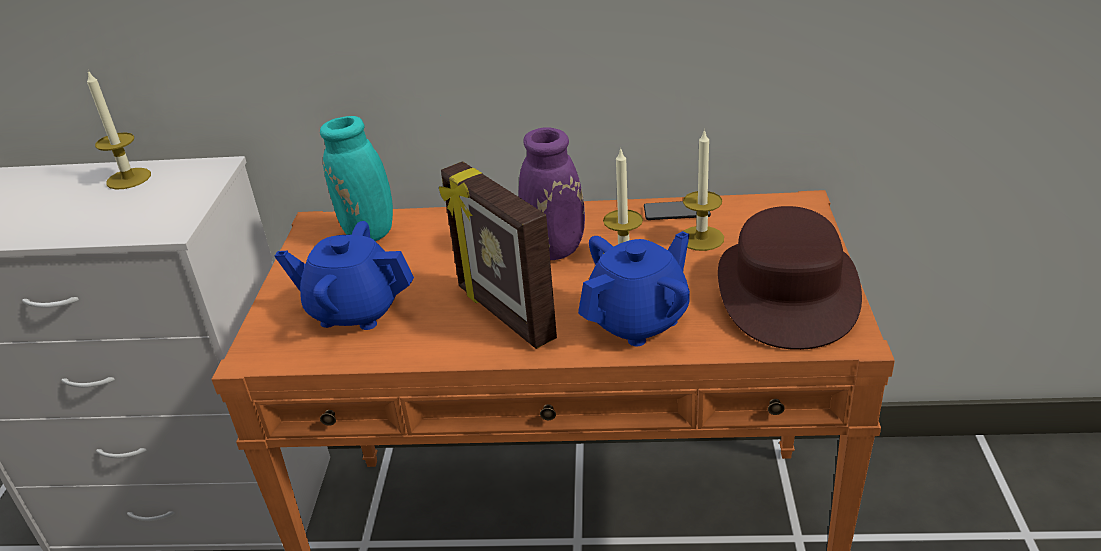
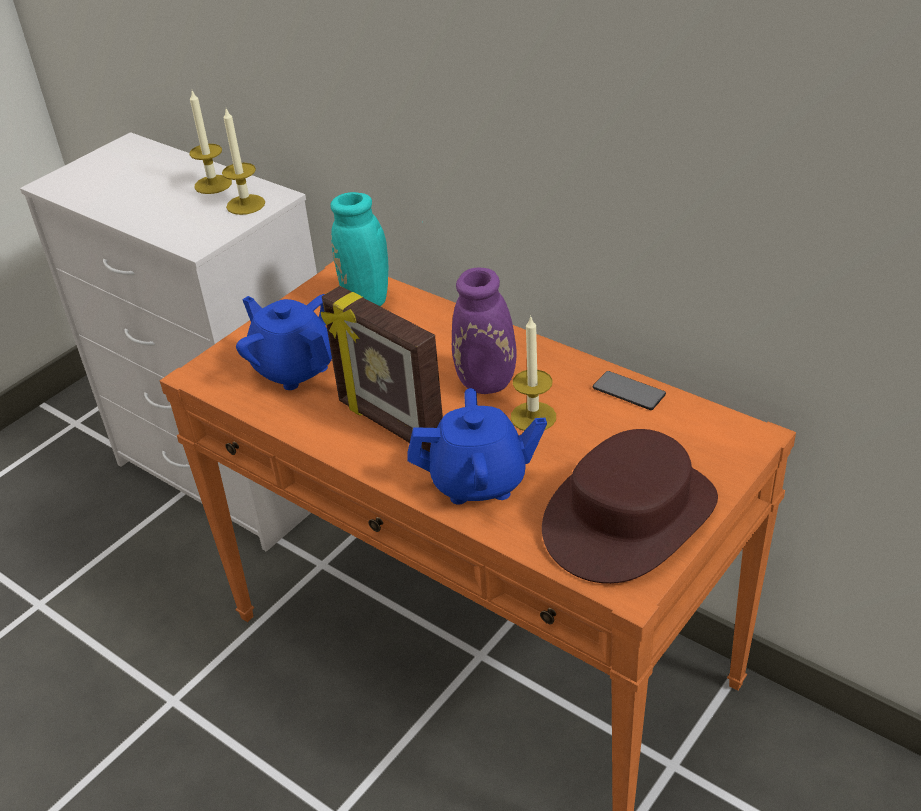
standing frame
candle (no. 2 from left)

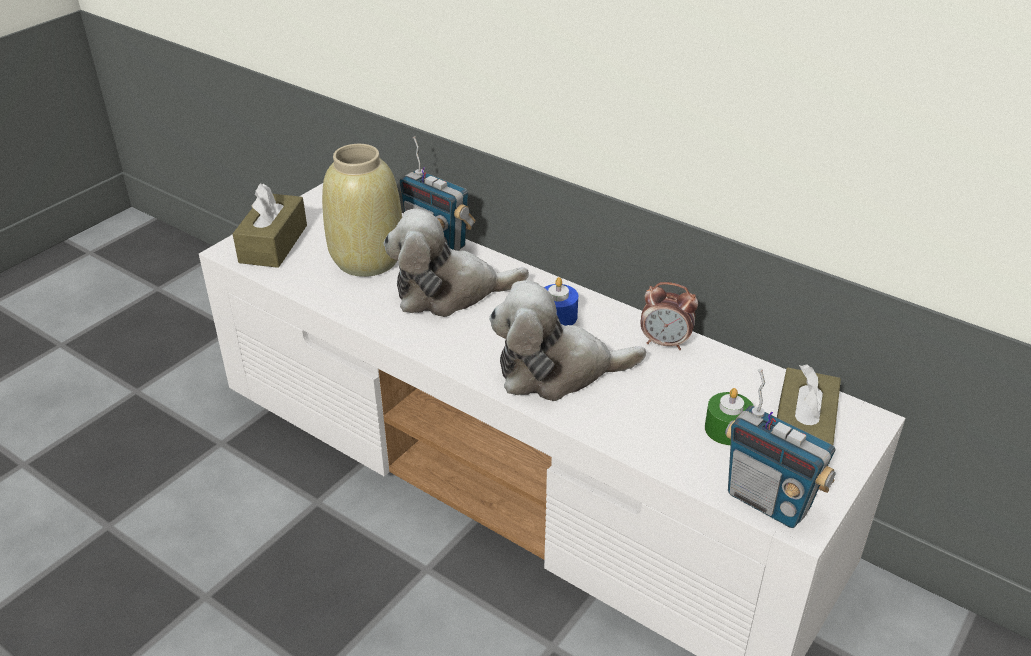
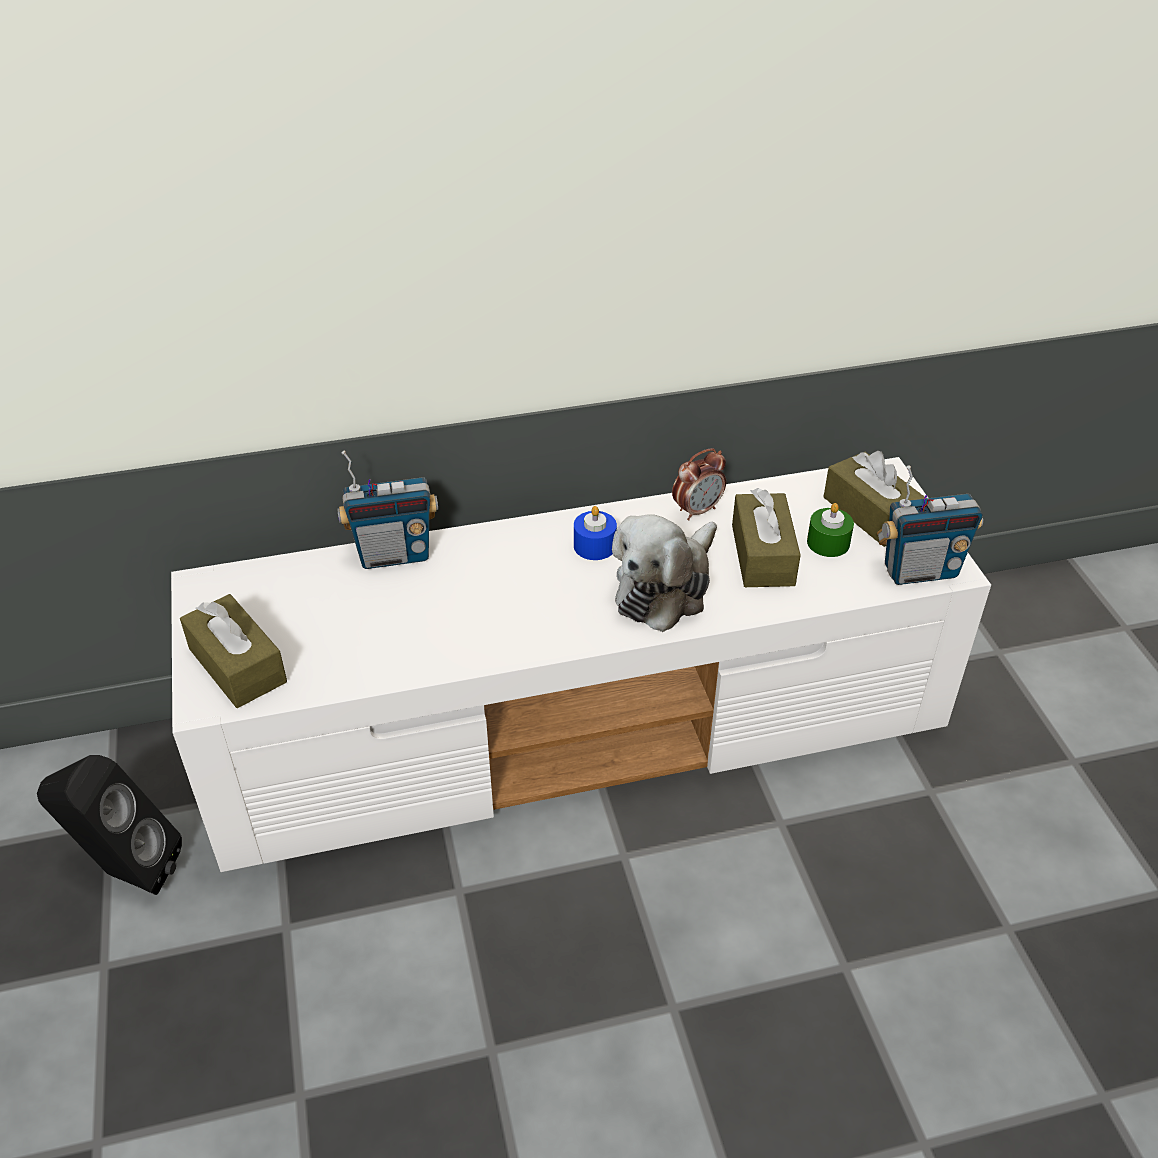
sand-coloured decorative vase
cuddly toy (no. 1 from left in the first image)
blackish speaker
brown box of tissues (no. 2 from left)

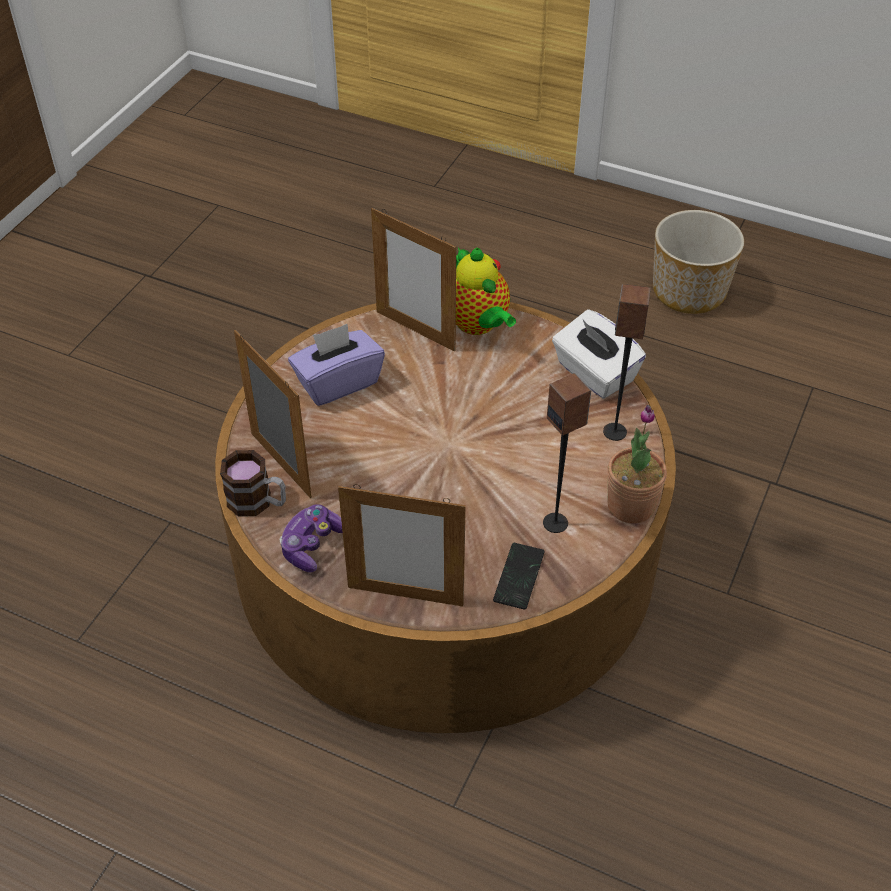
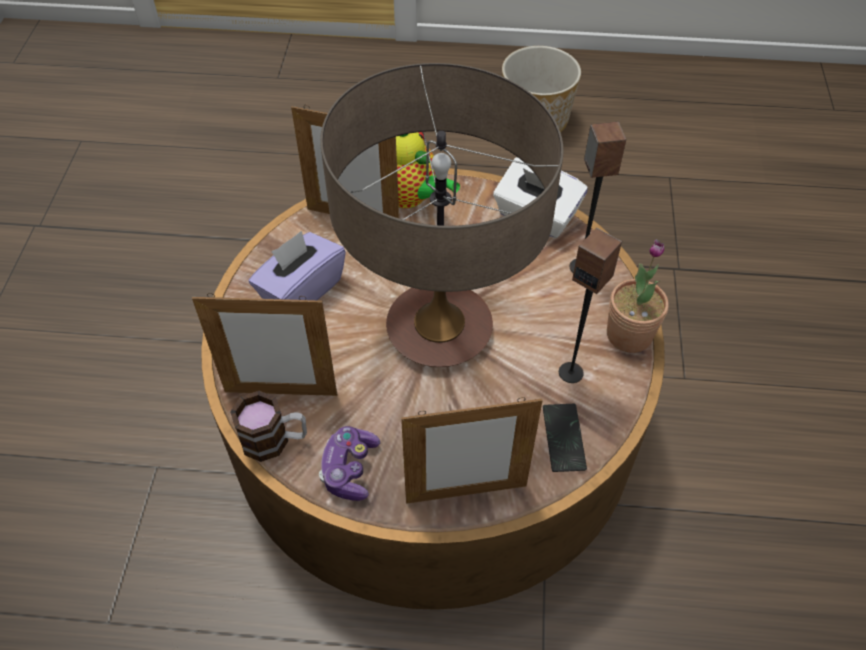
standing frame (no. 1 from left)
tabletop lamp

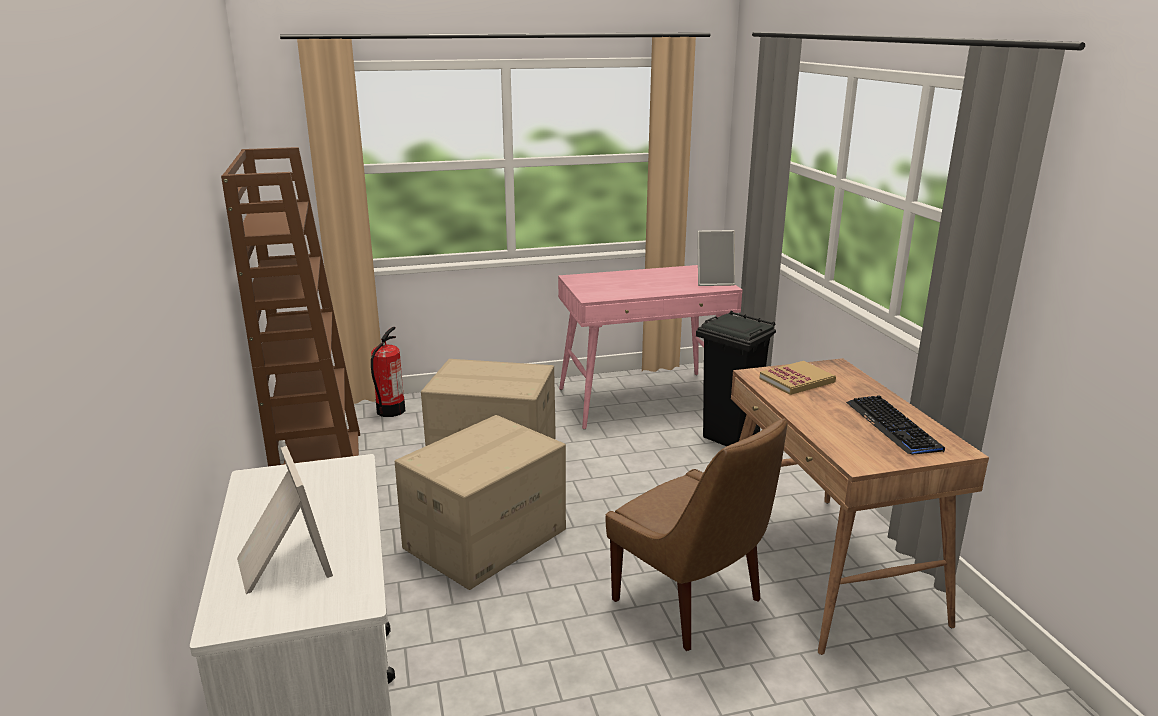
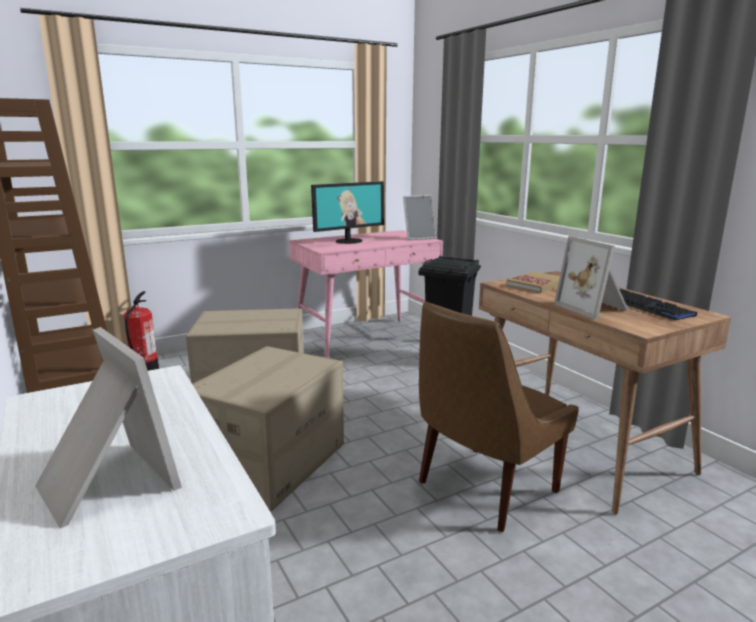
brown upright chair
computer screen
standing frame (no. 3 from left)

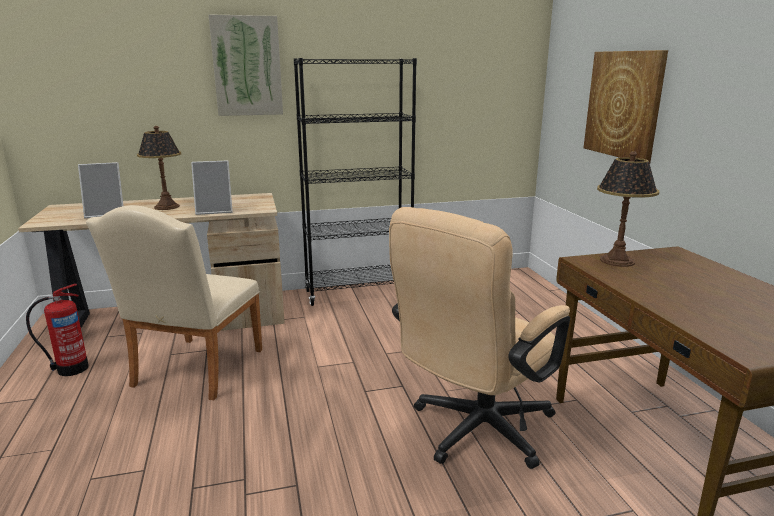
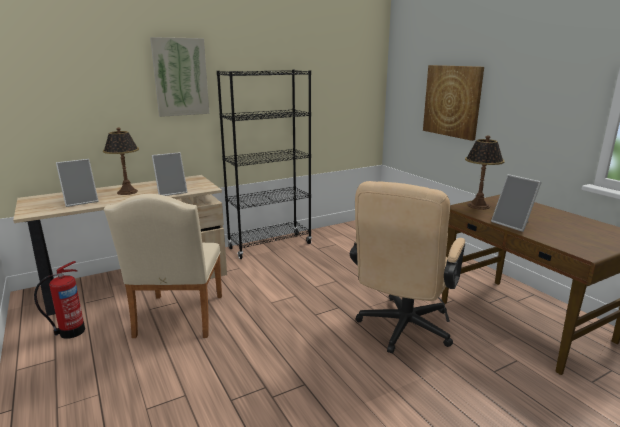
standing frame (no. 3 from left)

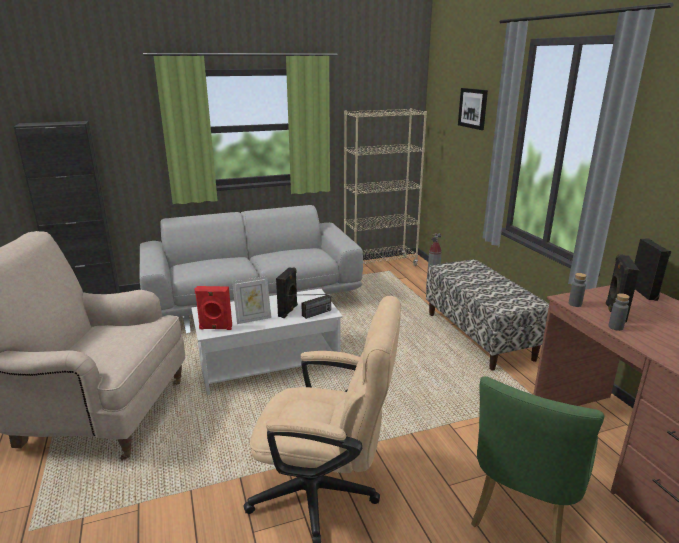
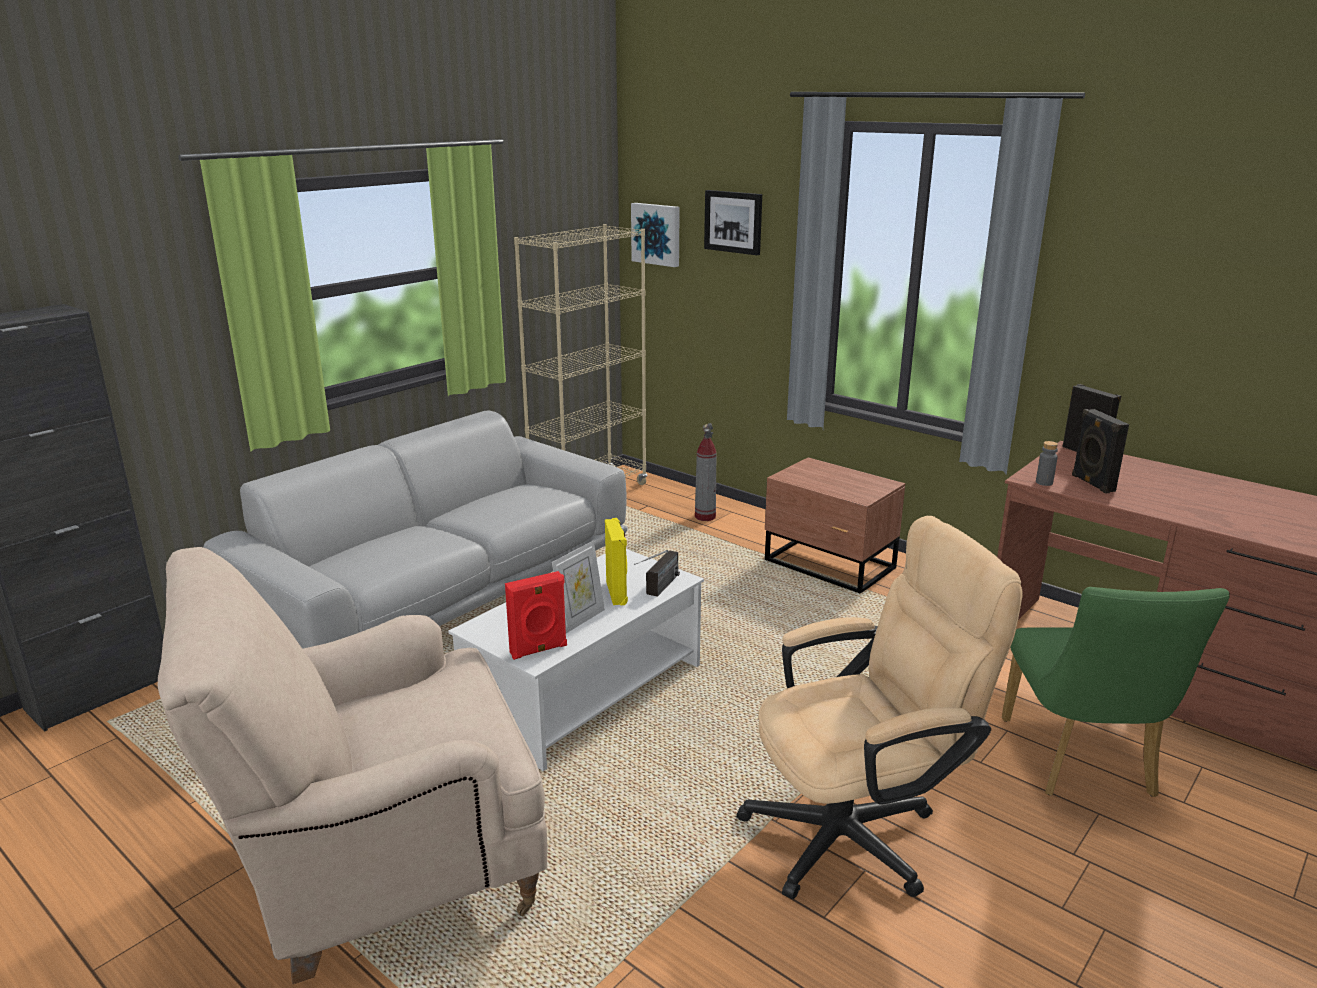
yellow-coloured speaker
brown night table
greyish drink bottle (no. 2 from left in the first image)
wall art (no. 1 from left)

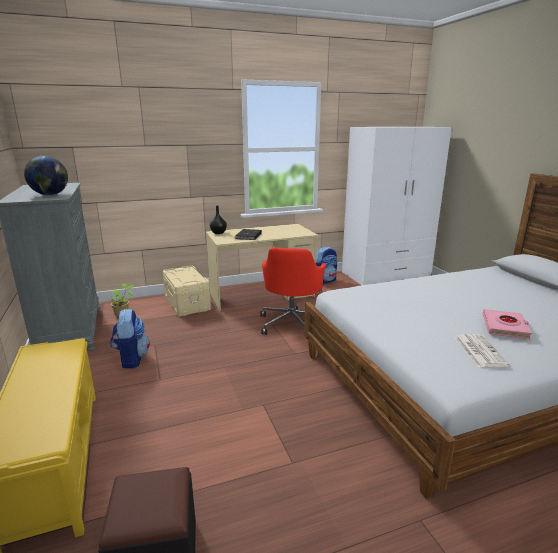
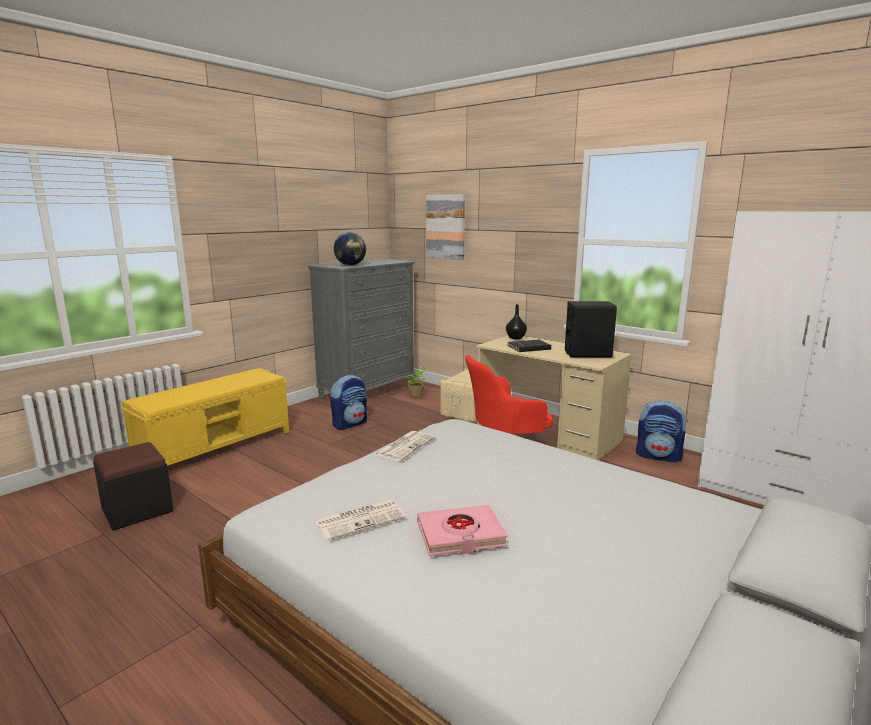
printed paper (no. 2 from left)
wall art
blackish speaker

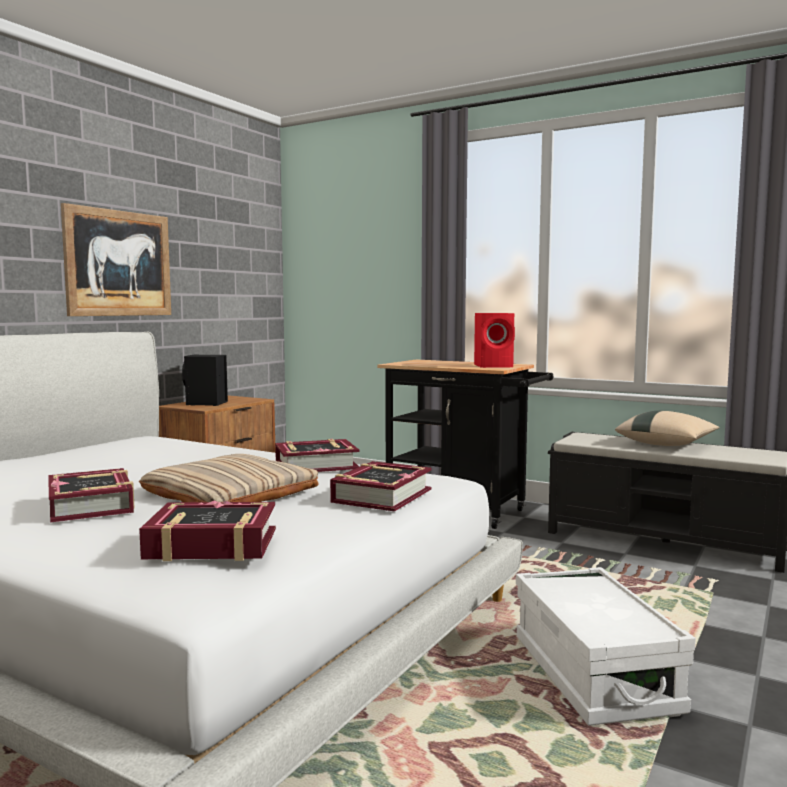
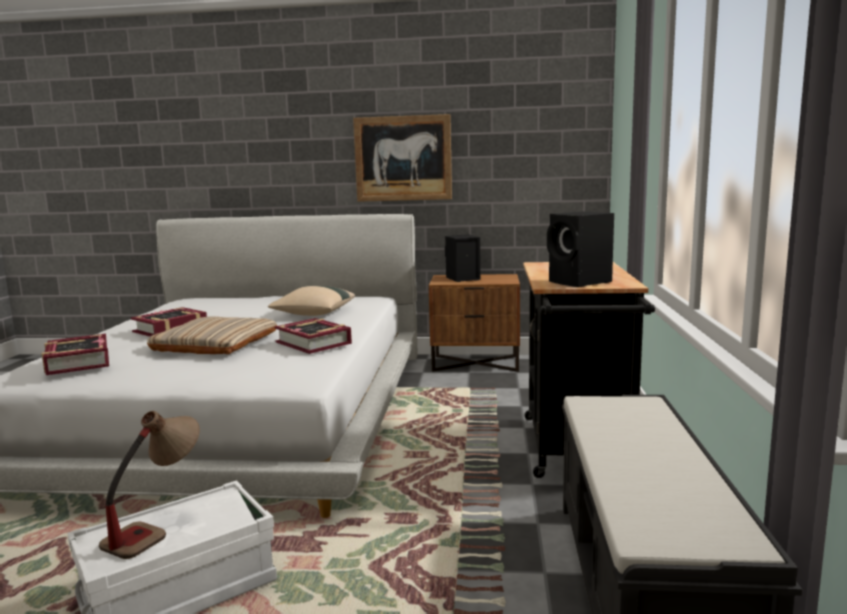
book (no. 4 from left in the first image)
blackish speaker (no. 2 from left)
sand-coloured throw pillow (no. 2 from left)
tabletop lamp

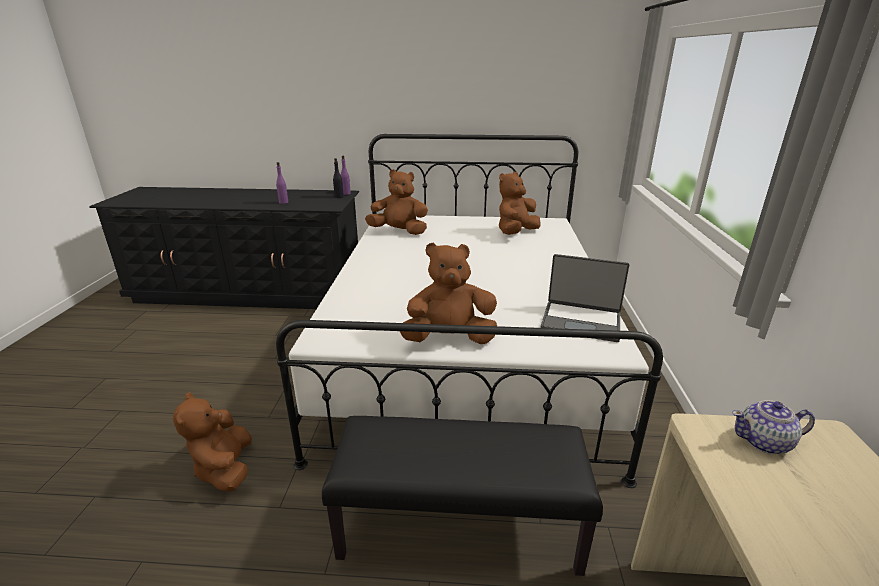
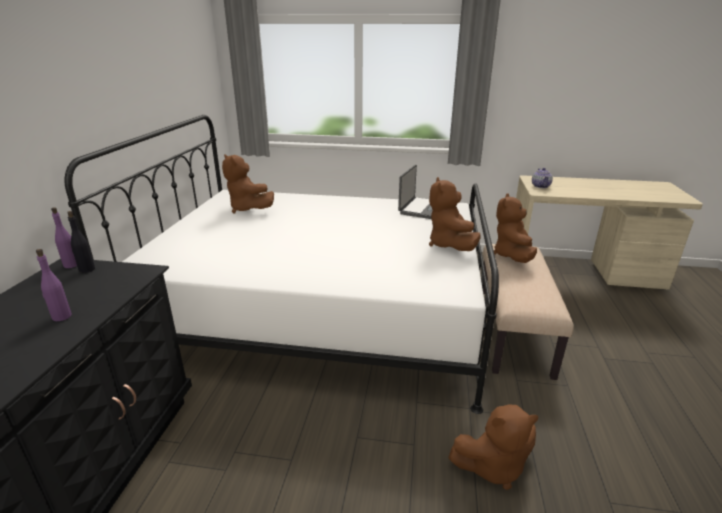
sand-coloured indoor bench
brown cuddly toy (no. 4 from left)

